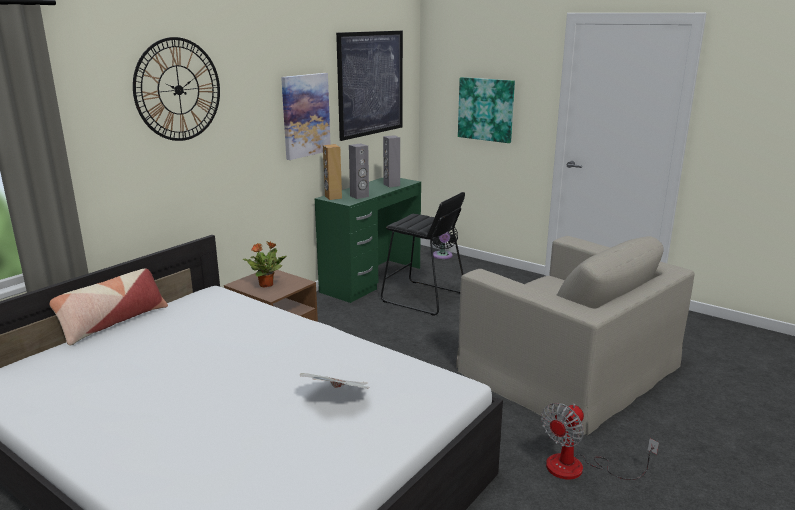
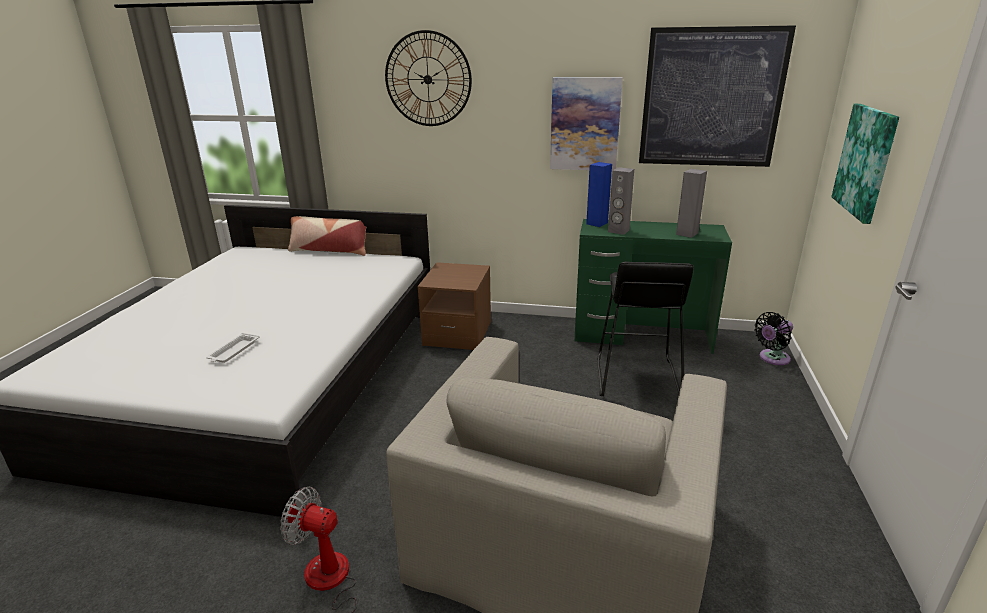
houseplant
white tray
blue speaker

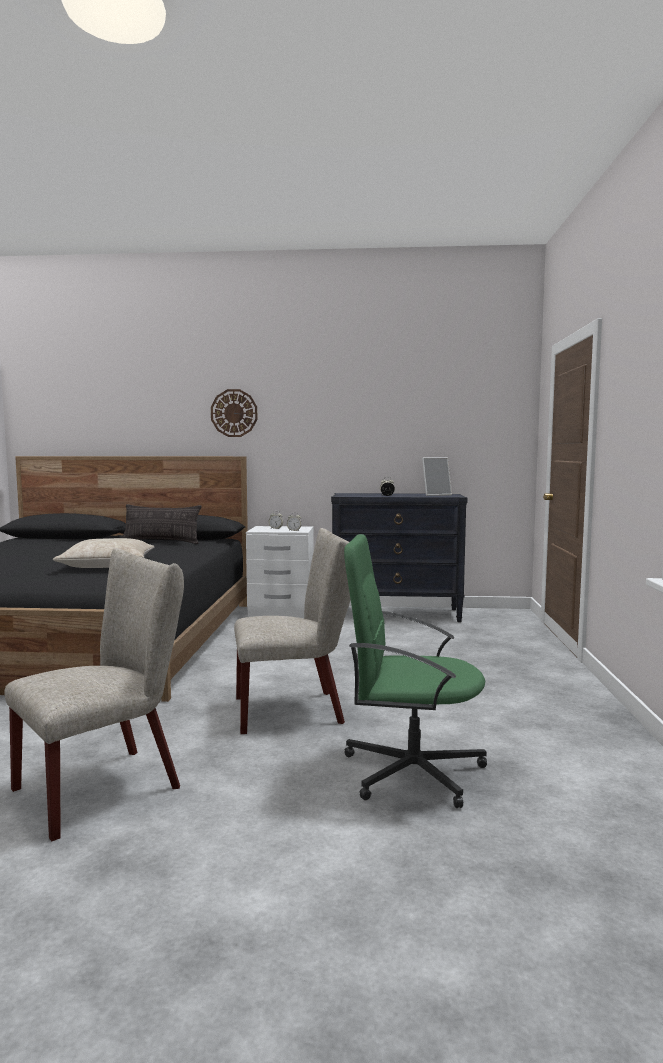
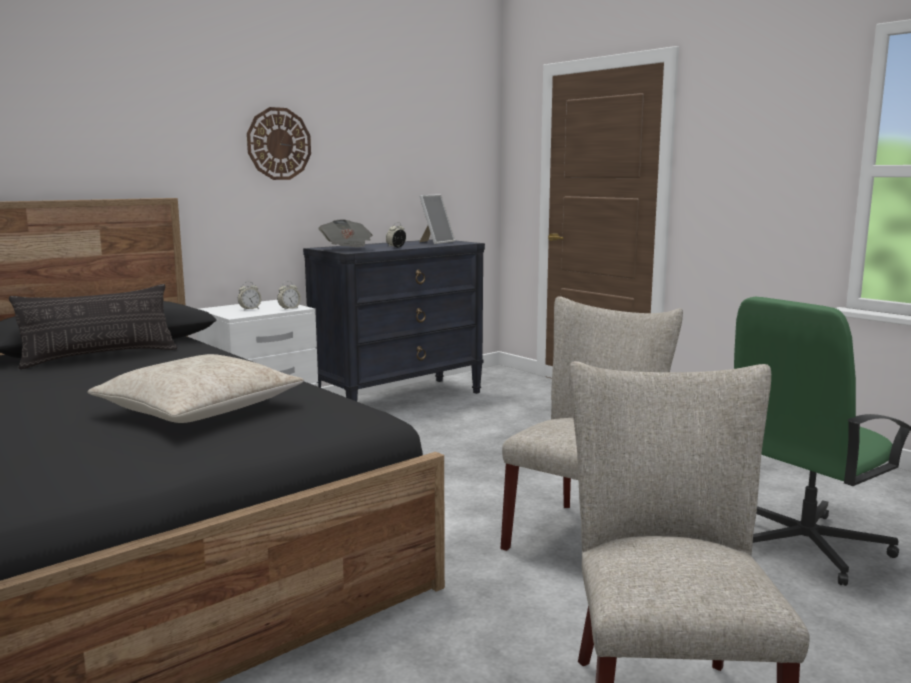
wall clock
printed paper

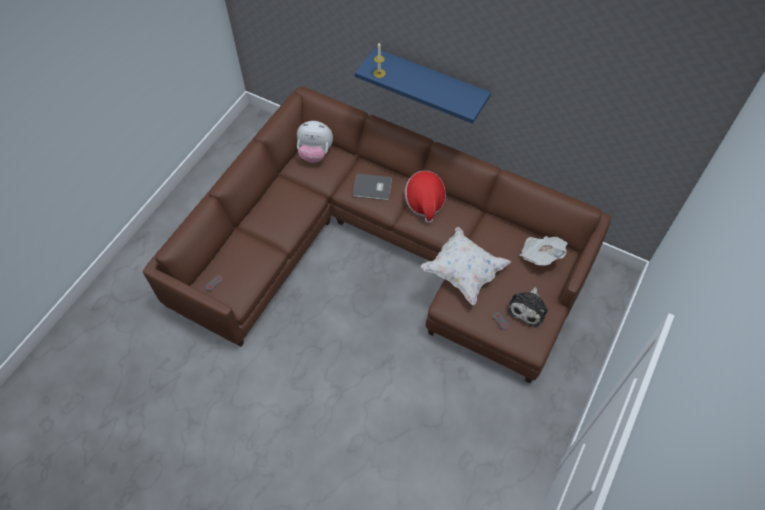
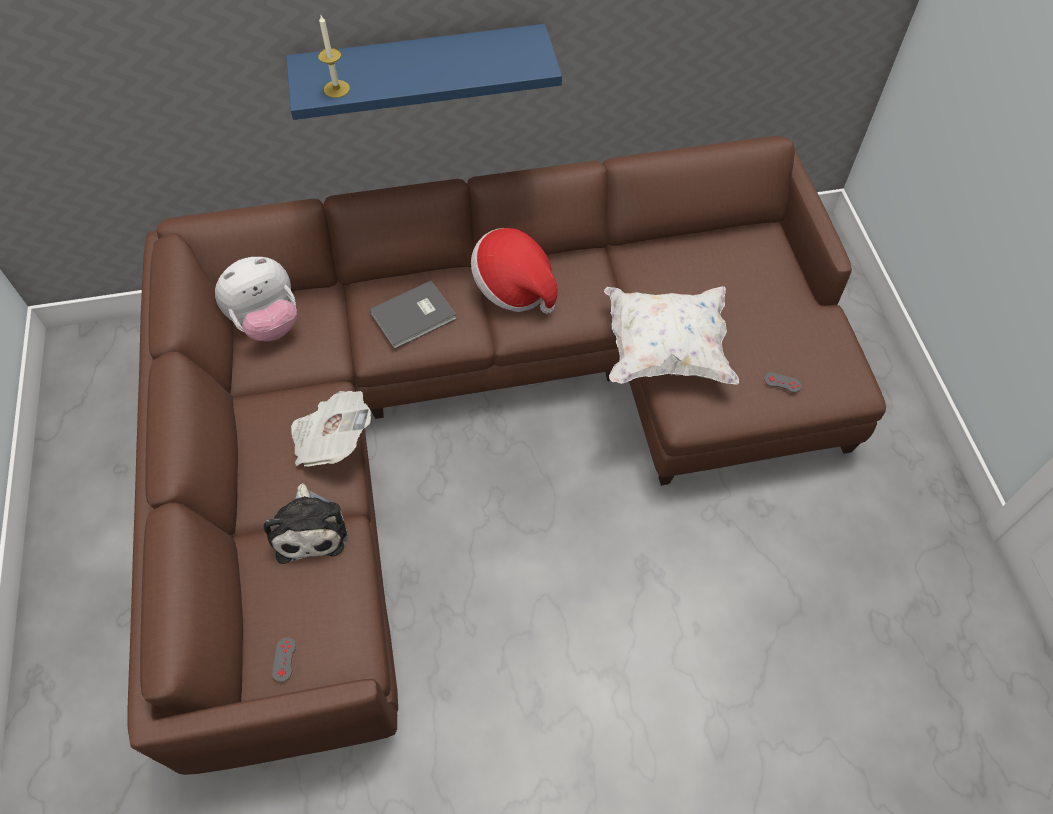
cuddly toy (no. 2 from left)
printed paper

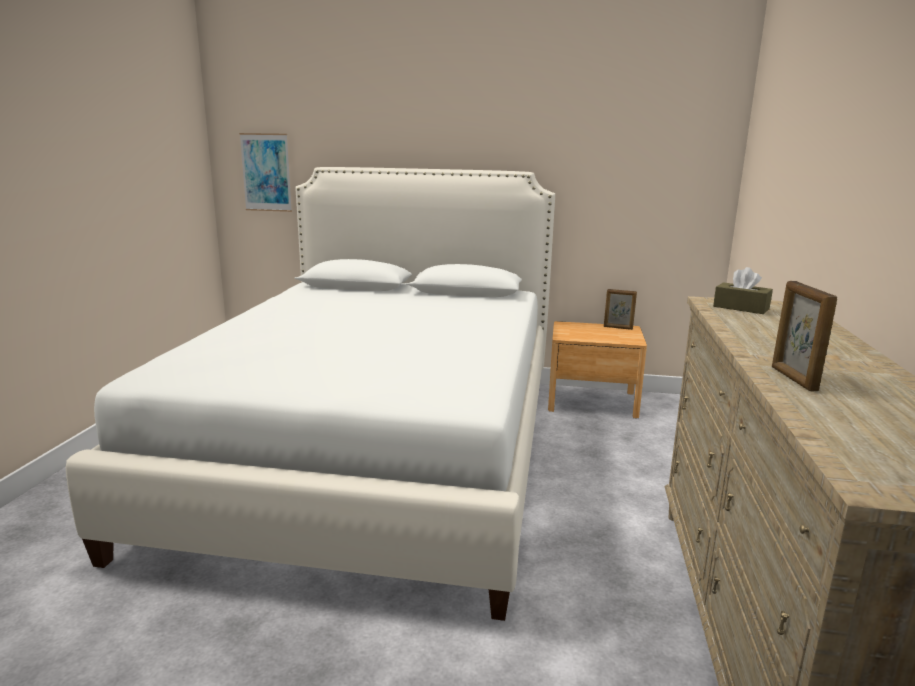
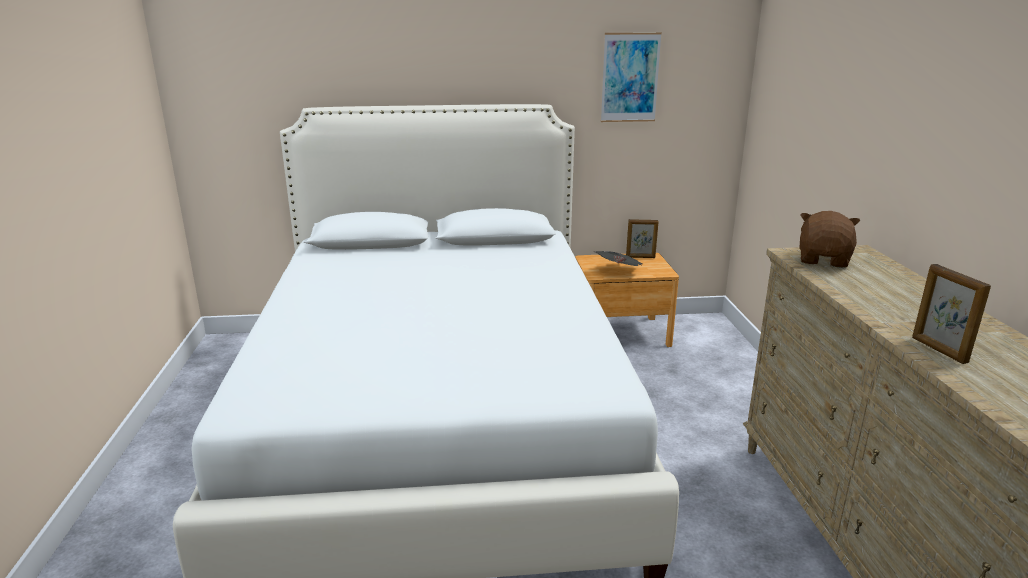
wall art
brown cuddly toy
printed paper

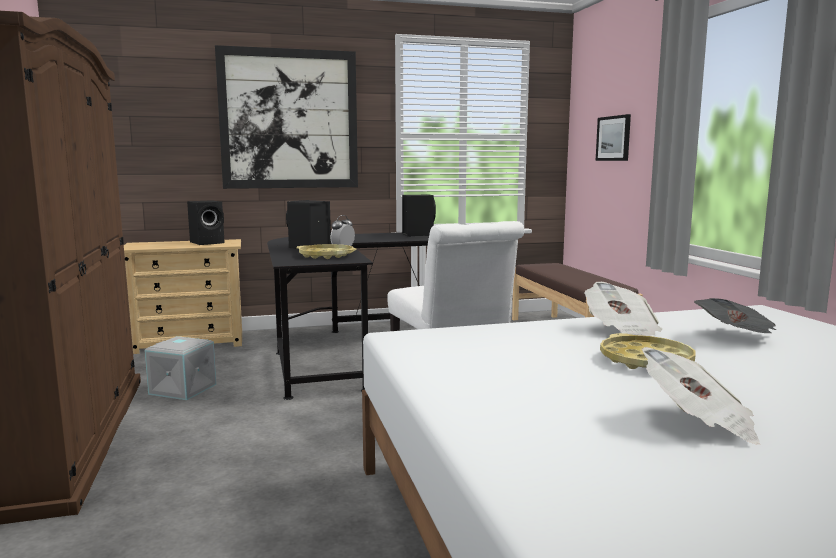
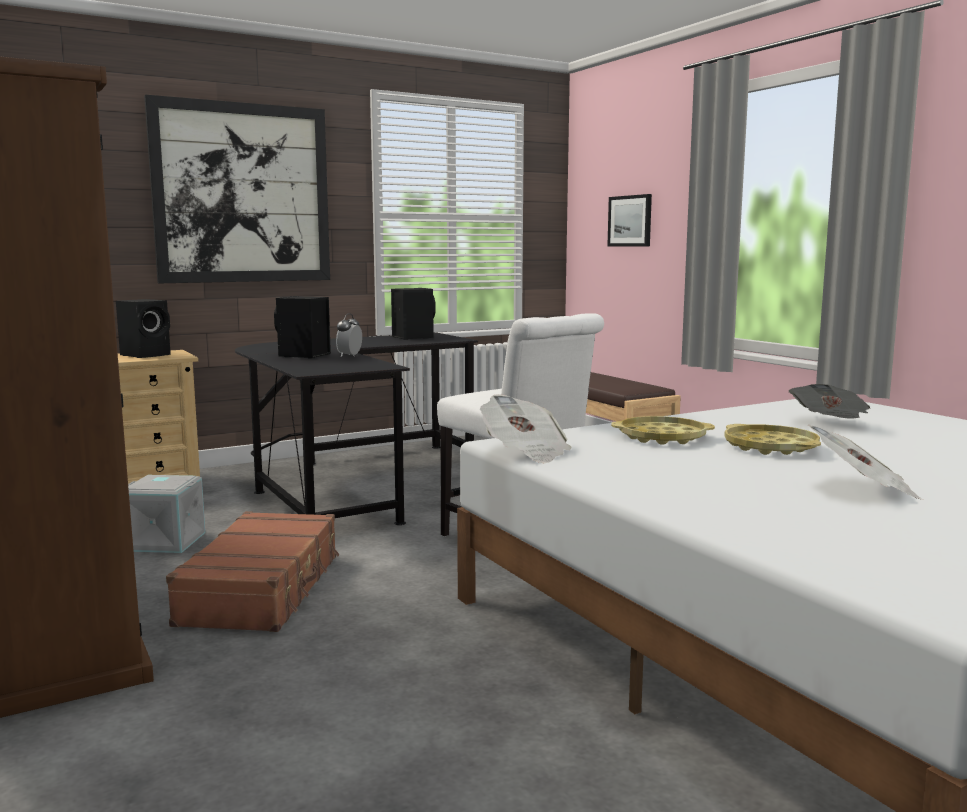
yellow-coloured tray (no. 1 from left)
printed paper (no. 1 from left)
brown suitcase

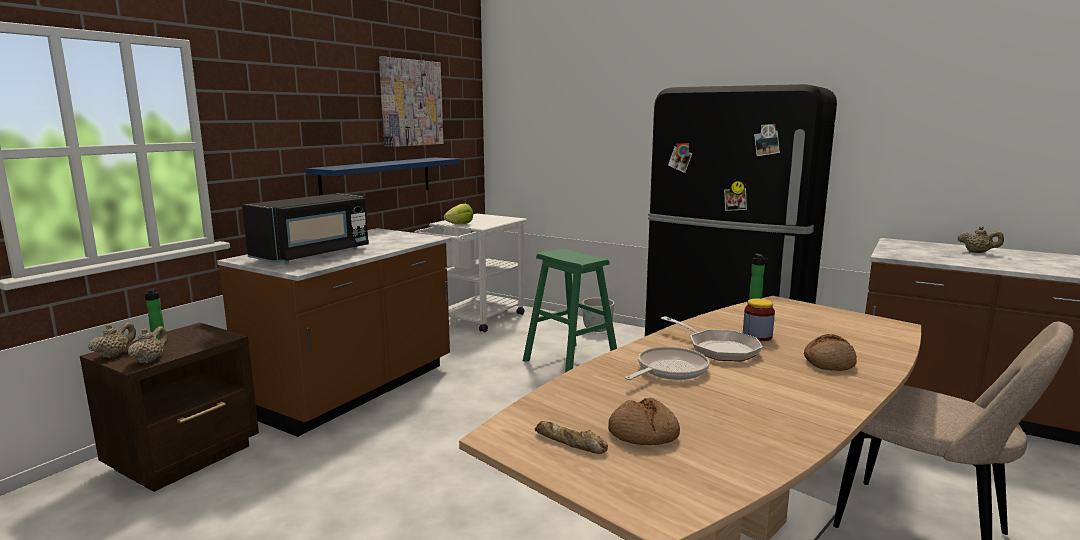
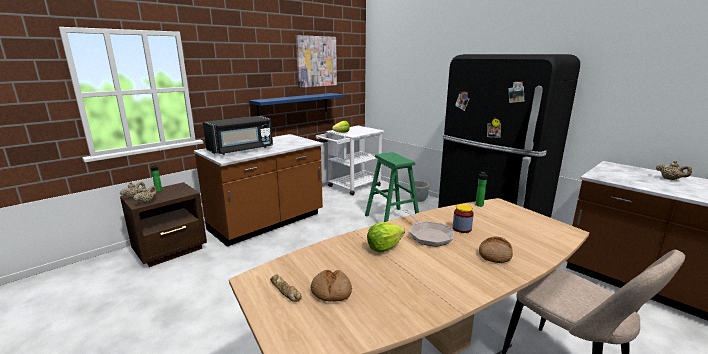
lettuce head (no. 2 from left)

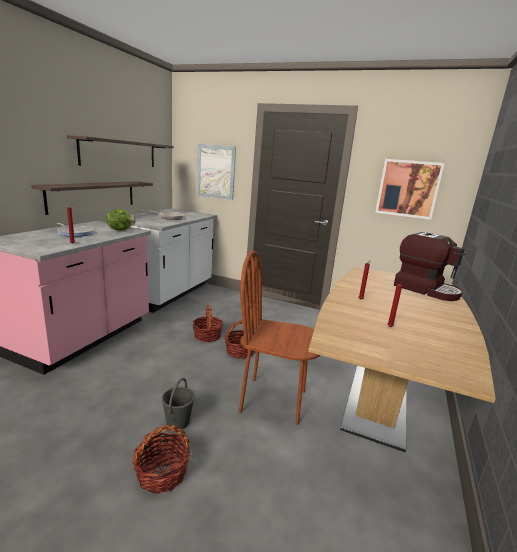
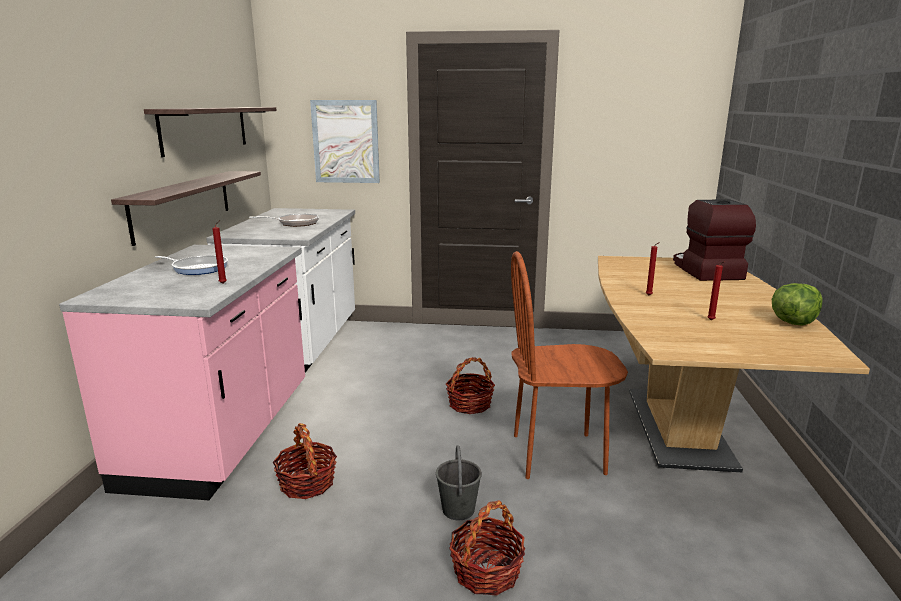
lettuce head
storage basket (no. 1 from left)
wall art (no. 2 from left in the first image)
coffee maker

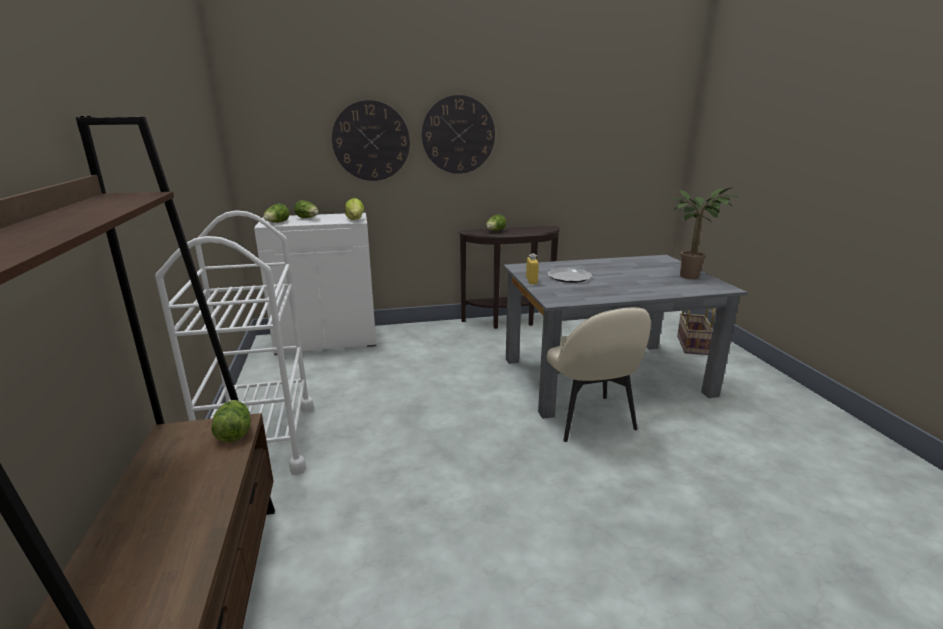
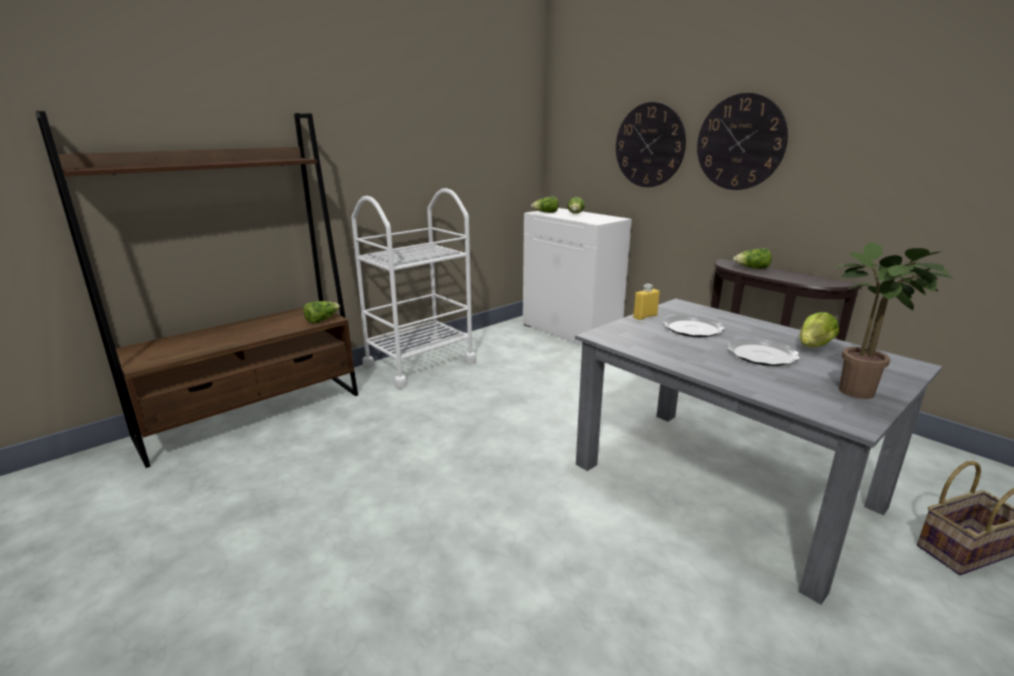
lettuce head (no. 5 from left)
sand-coloured upright chair
plate (no. 2 from left)

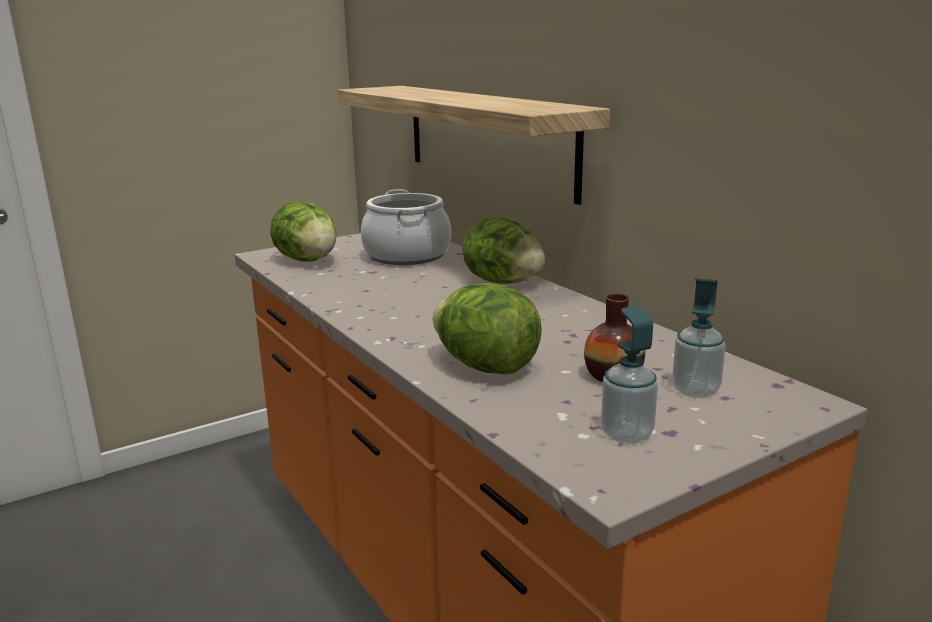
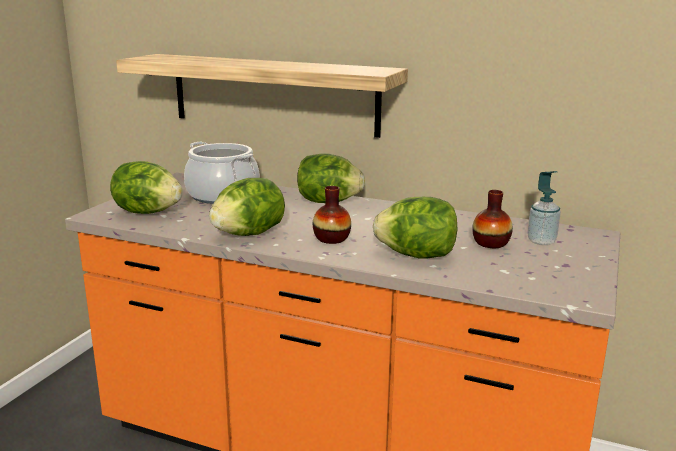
liquid soap bottle (no. 1 from left in the first image)
lettuce head (no. 2 from left)
decorative vase (no. 1 from left)

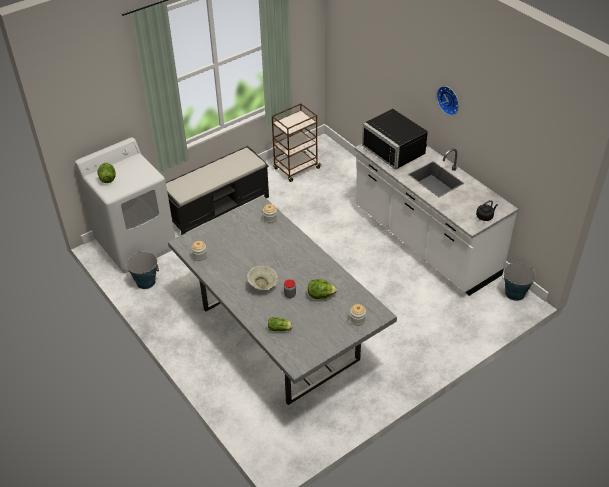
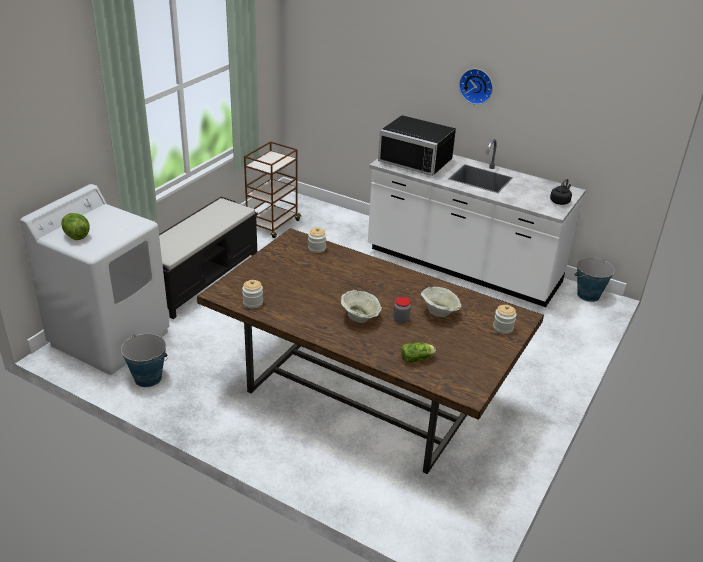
brown dinner table
sand-coloured bowl (no. 2 from left)

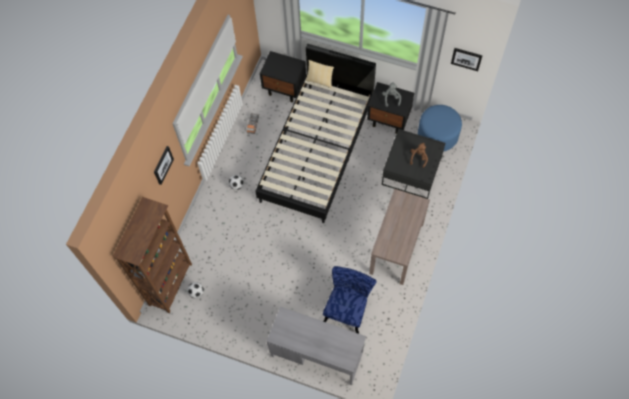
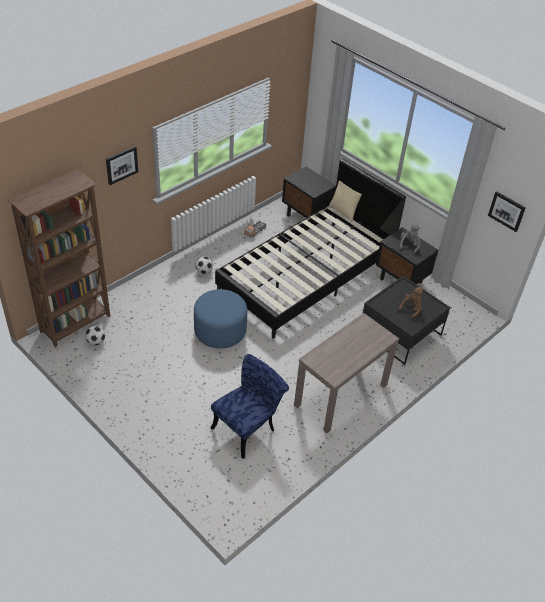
greyish desk table
blue pouffe

